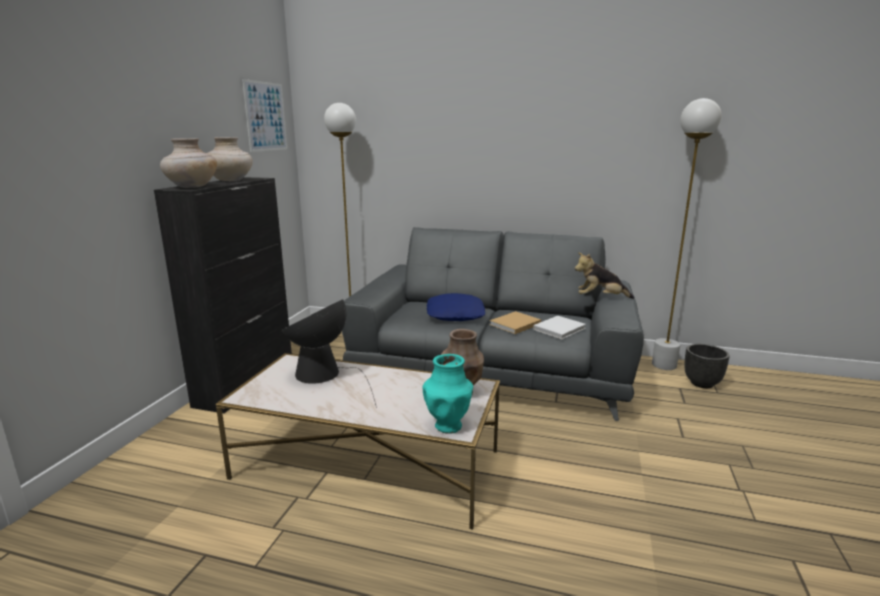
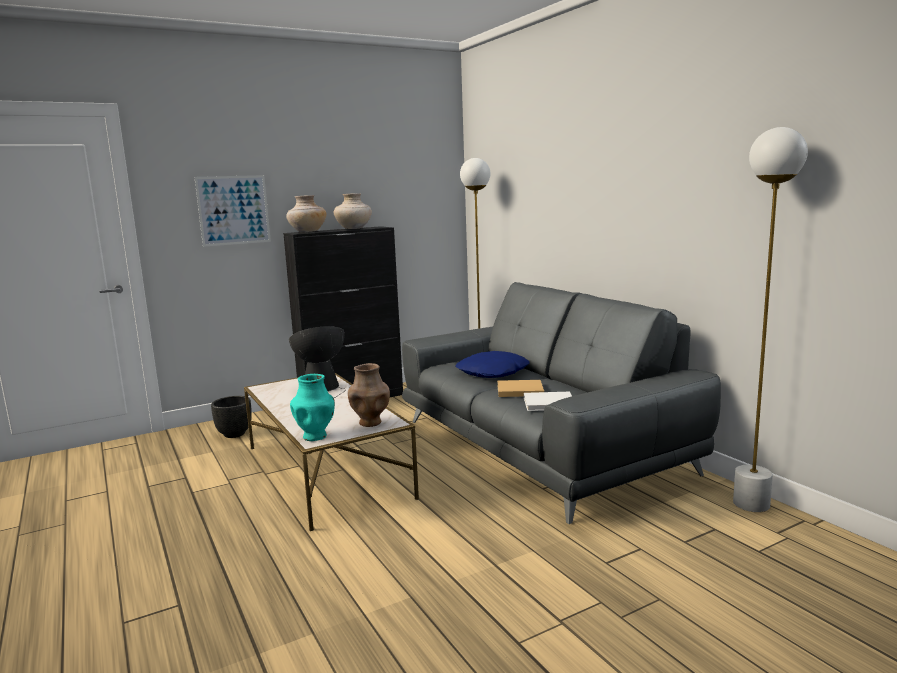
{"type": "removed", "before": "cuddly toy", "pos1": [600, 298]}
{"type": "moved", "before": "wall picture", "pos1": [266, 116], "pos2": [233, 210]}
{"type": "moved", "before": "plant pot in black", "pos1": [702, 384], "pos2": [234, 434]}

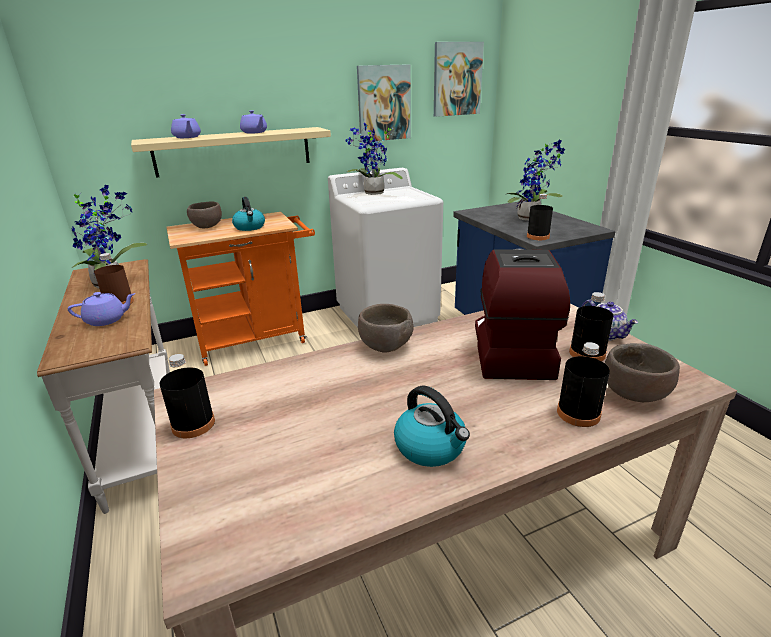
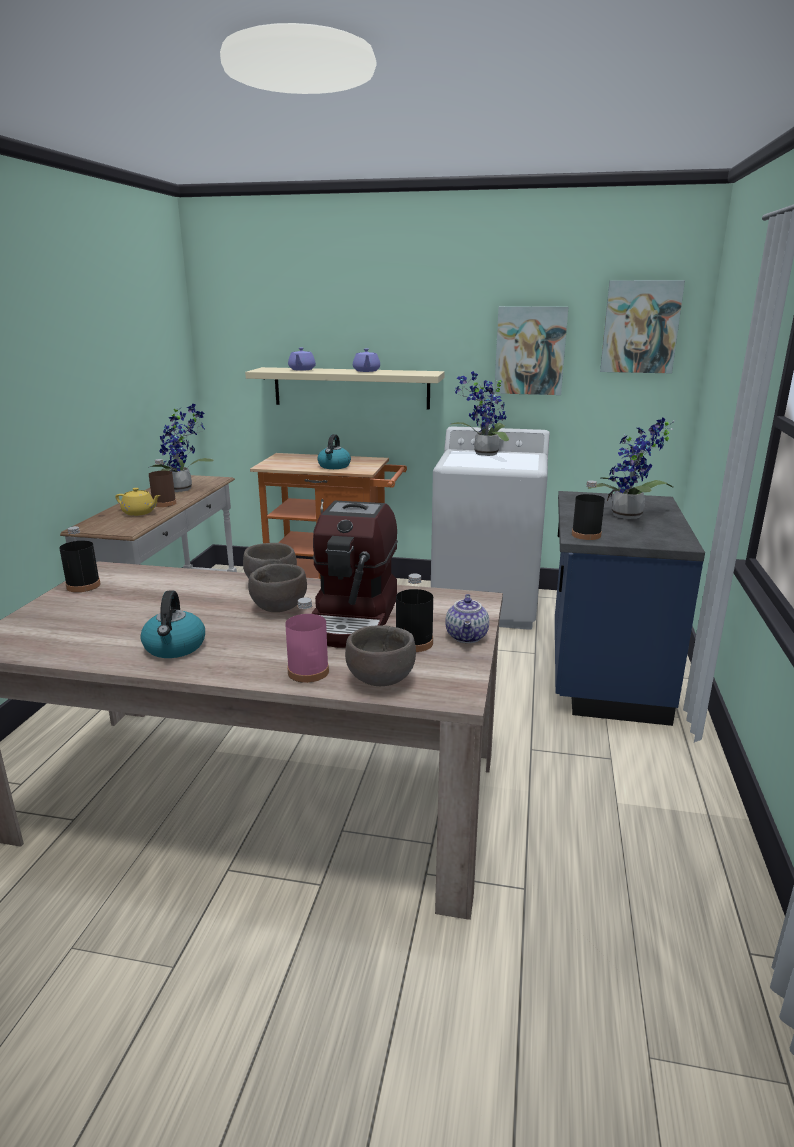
{"type": "moved", "before": "serving bowl in brown-coloured", "pos1": [207, 227], "pos2": [279, 608]}
{"type": "recoloured", "before": "tea pot in purplish", "after": "tea pot in yellowish", "pos1": [107, 320], "pos2": [139, 512]}
{"type": "recoloured", "before": "drink bottle in black", "after": "drink bottle in pinkish", "pos1": [578, 413], "pos2": [308, 672]}
{"type": "turned", "before": "coffee brewer", "pos1": [510, 351], "pos2": [354, 618], "turn": 150}

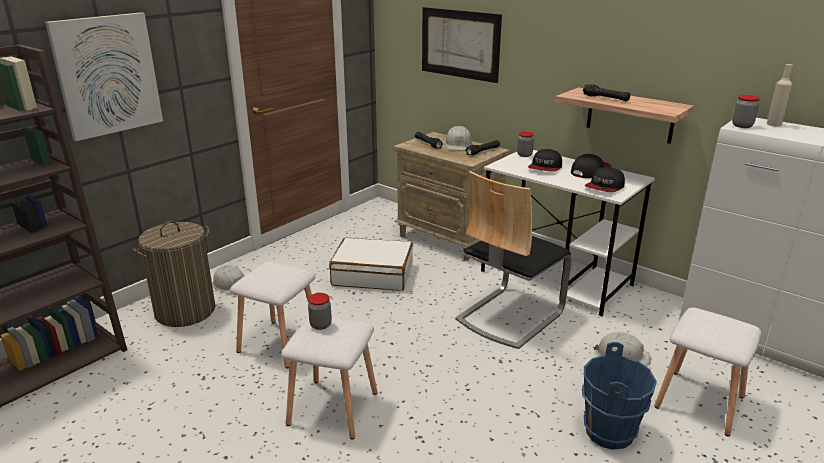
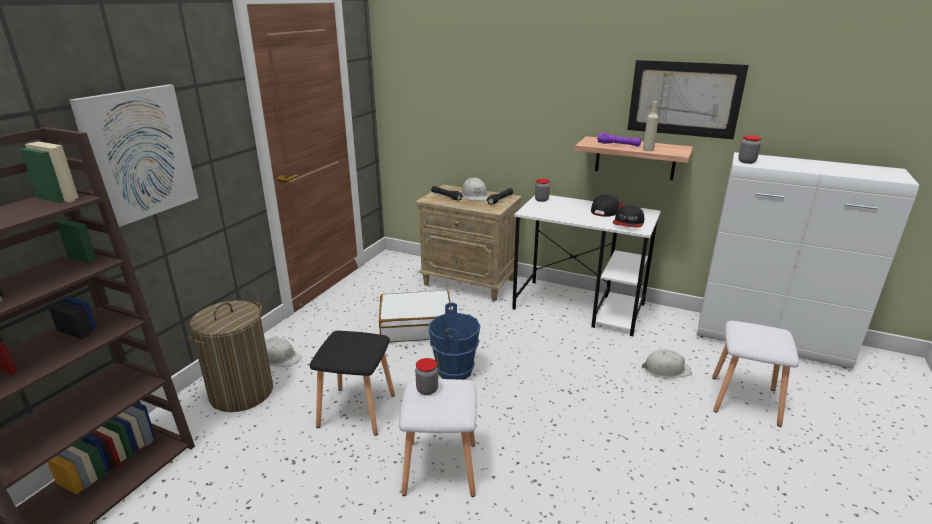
{"type": "removed", "before": "plain chair", "pos1": [509, 315]}
{"type": "removed", "before": "baseball cap", "pos1": [545, 167]}
{"type": "moved", "before": "wall picture", "pos1": [460, 44], "pos2": [684, 99]}
{"type": "moved", "before": "bucket in bluish", "pos1": [610, 432], "pos2": [455, 370]}
{"type": "moved", "before": "drink bottle in beige-coloured", "pos1": [774, 124], "pos2": [648, 150]}
{"type": "recoloured", "before": "stool in white", "after": "stool in black", "pos1": [281, 343], "pos2": [358, 410]}
{"type": "recoloured", "before": "torch in black", "after": "torch in purplish", "pos1": [605, 98], "pos2": [618, 145]}

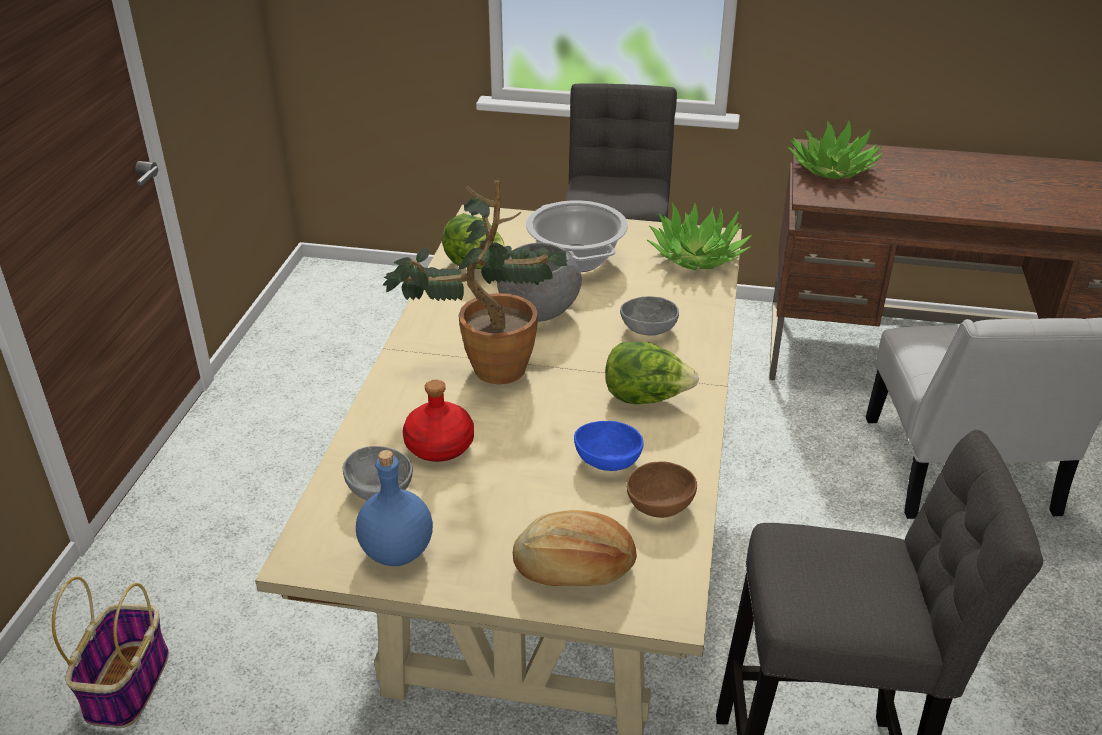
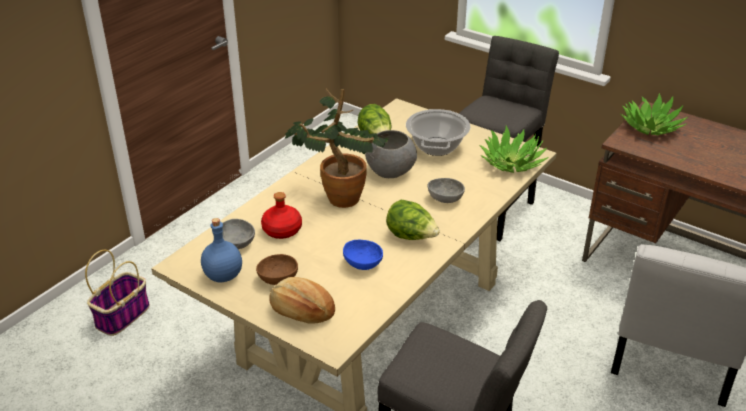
{"type": "moved", "before": "serving bowl in brown-coloured", "pos1": [658, 505], "pos2": [277, 278]}

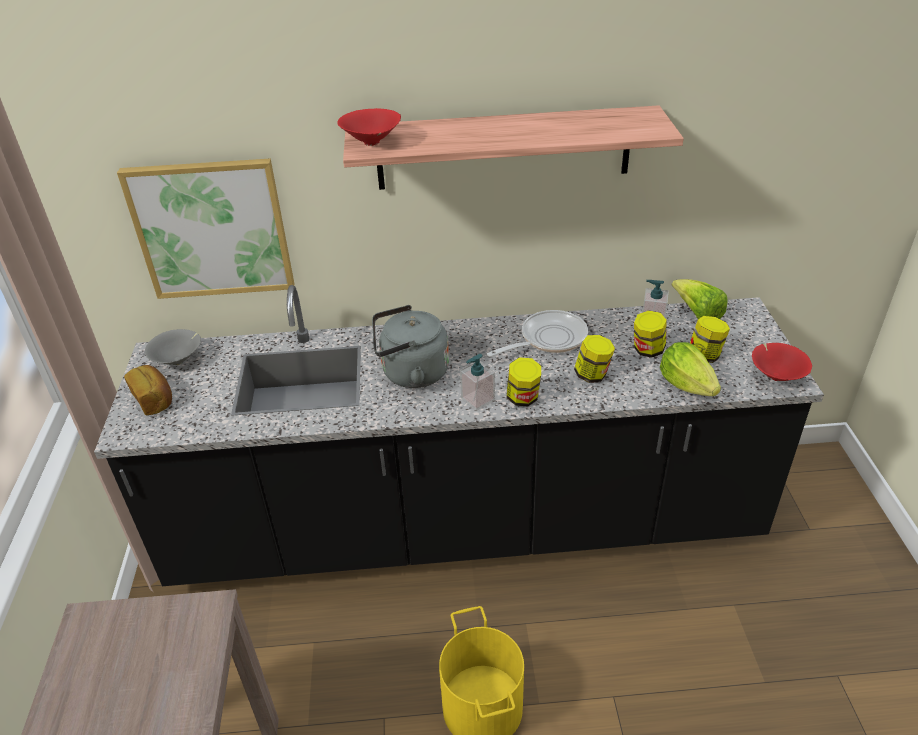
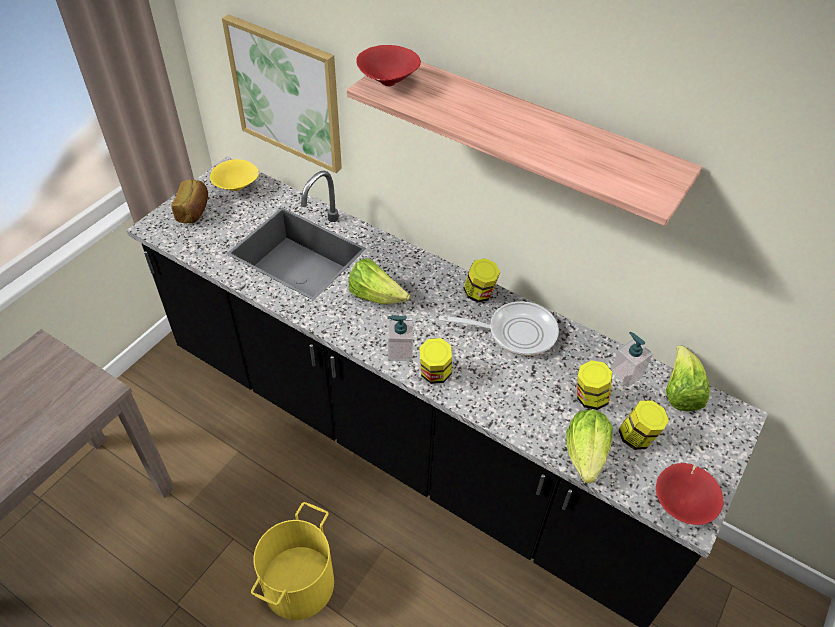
{"type": "moved", "before": "preserve jar", "pos1": [592, 375], "pos2": [479, 294]}
{"type": "replaced", "before": "tea kettle in greyish", "after": "lettuce", "pos1": [411, 373], "pos2": [376, 296]}
{"type": "recoloured", "before": "serving bowl in greyish", "after": "serving bowl in yellowish", "pos1": [179, 360], "pos2": [237, 187]}

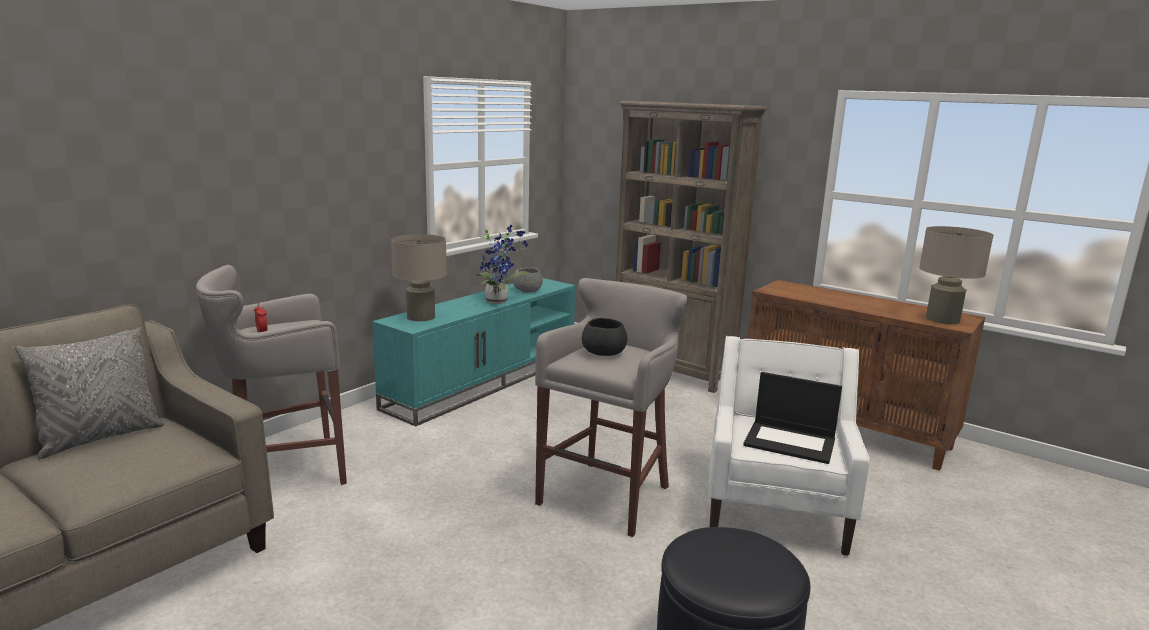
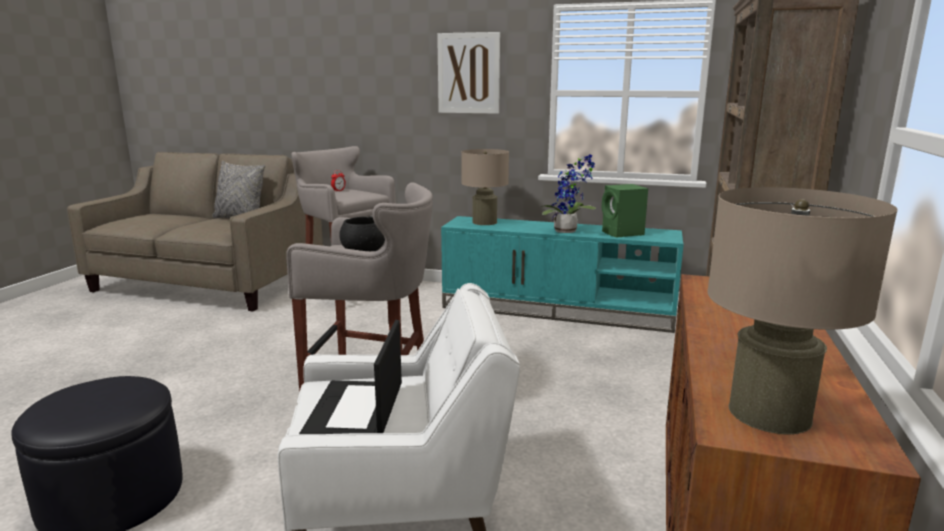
{"type": "added", "after": "wall picture", "pos2": [468, 73]}
{"type": "replaced", "before": "serving bowl in greyish", "after": "loudspeaker in green-coloured", "pos1": [527, 290], "pos2": [623, 233]}

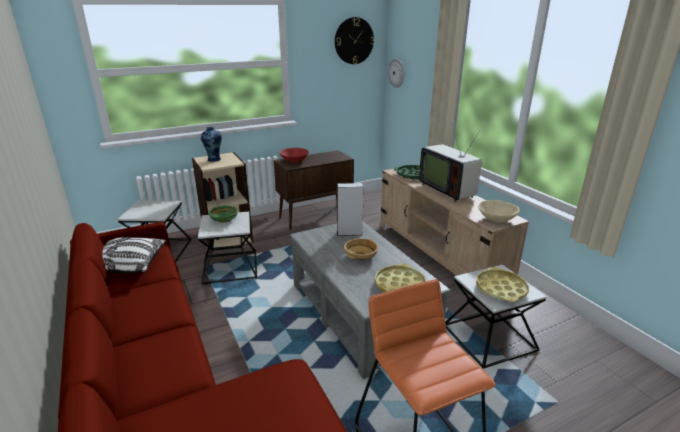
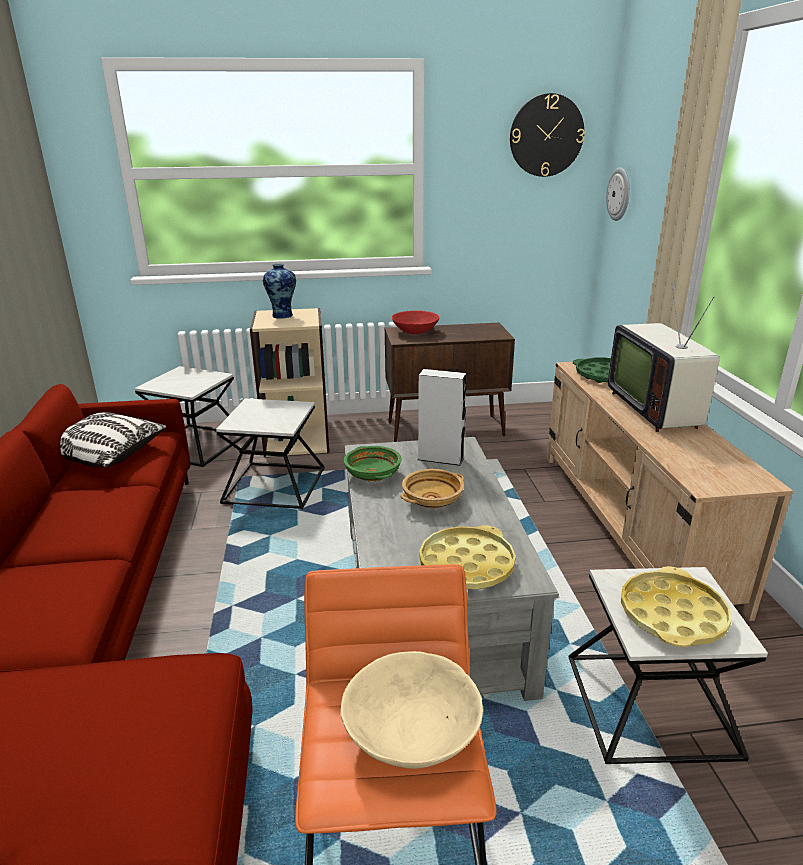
{"type": "moved", "before": "serving bowl in green-coloured", "pos1": [224, 219], "pos2": [373, 475]}
{"type": "moved", "before": "serving bowl in beige-coloured", "pos1": [496, 219], "pos2": [412, 733]}

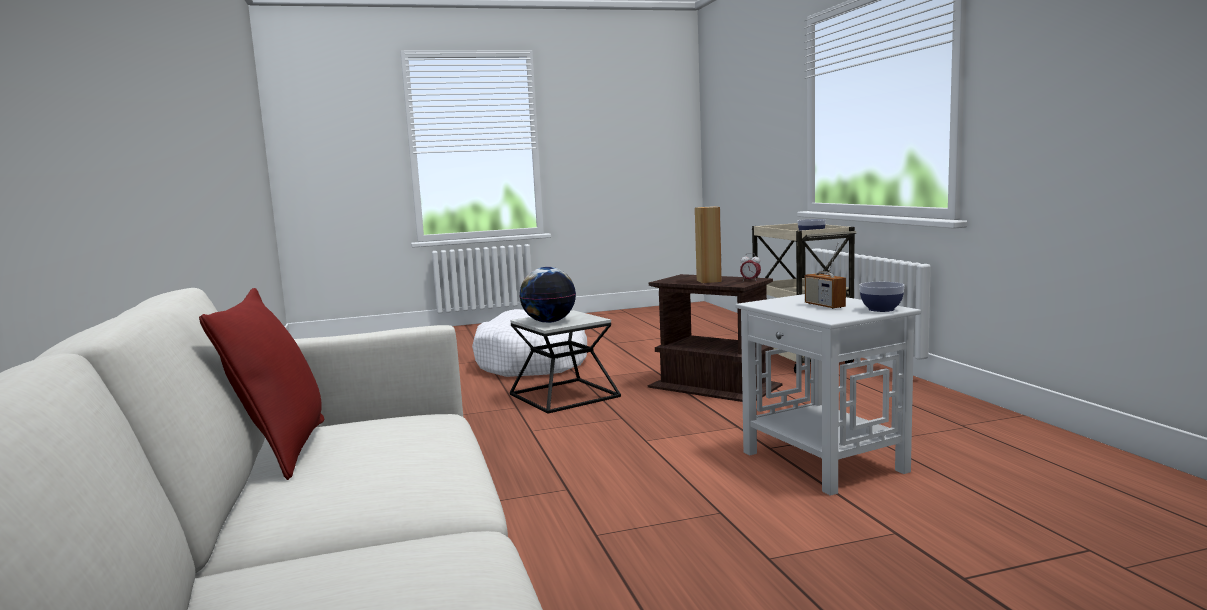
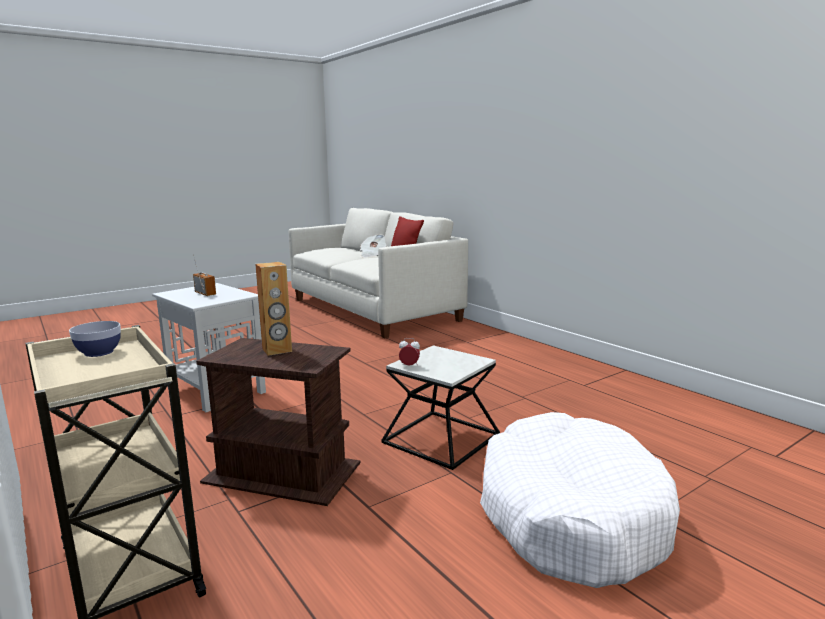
{"type": "removed", "before": "desk globe", "pos1": [549, 322]}
{"type": "removed", "before": "serving bowl", "pos1": [881, 309]}
{"type": "added", "after": "newspaper", "pos2": [374, 255]}
{"type": "moved", "before": "bedside clock", "pos1": [750, 281], "pos2": [409, 366]}

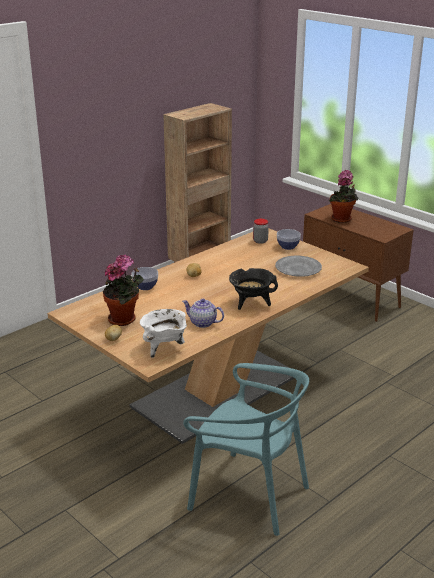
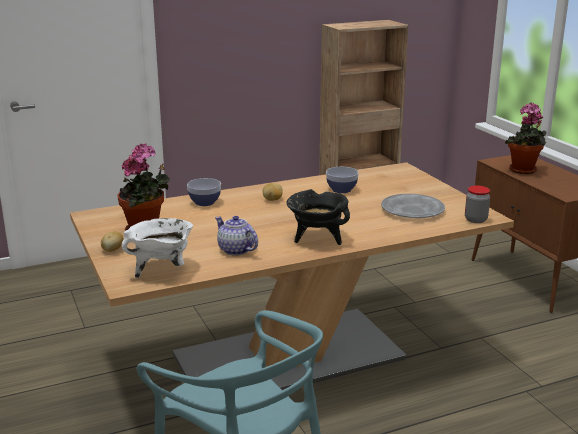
{"type": "moved", "before": "preserve jar", "pos1": [260, 241], "pos2": [475, 220]}
{"type": "moved", "before": "serving bowl", "pos1": [288, 246], "pos2": [341, 190]}

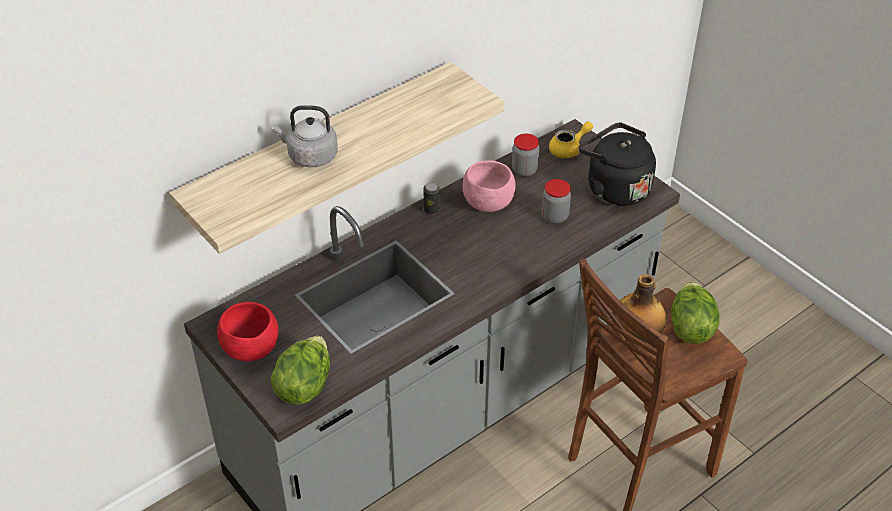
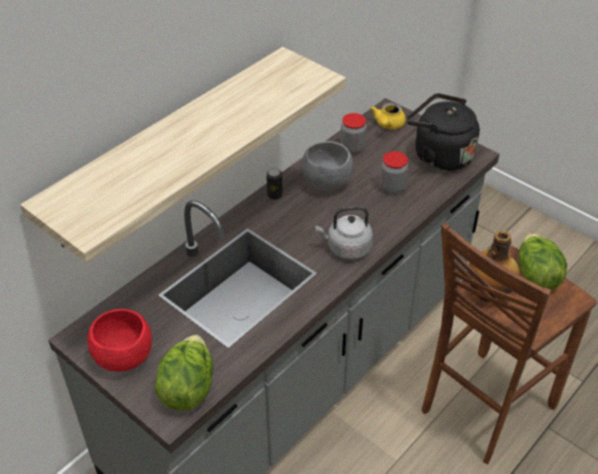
{"type": "moved", "before": "tea kettle in greyish", "pos1": [310, 156], "pos2": [346, 248]}
{"type": "recoloured", "before": "serving bowl in pinkish", "after": "serving bowl in greyish", "pos1": [488, 204], "pos2": [326, 183]}
{"type": "turned", "before": "tea pot in yellowish", "pos1": [569, 149], "pos2": [388, 125], "turn": 150}

